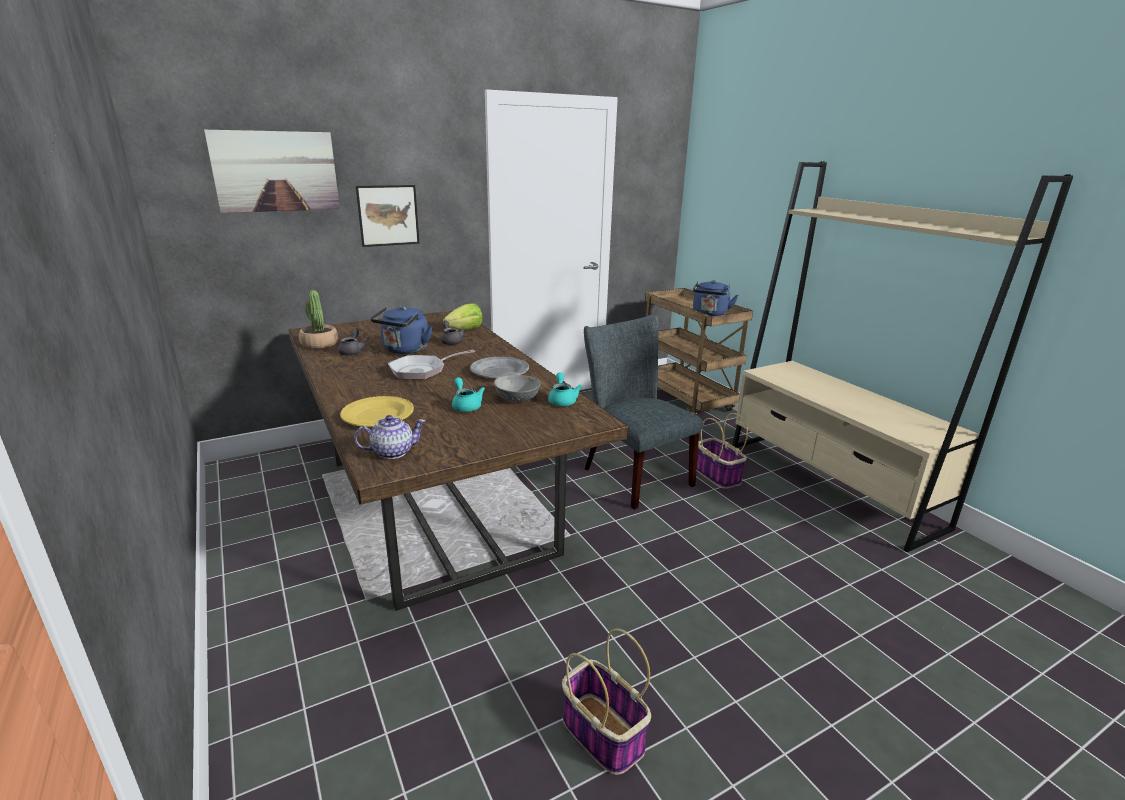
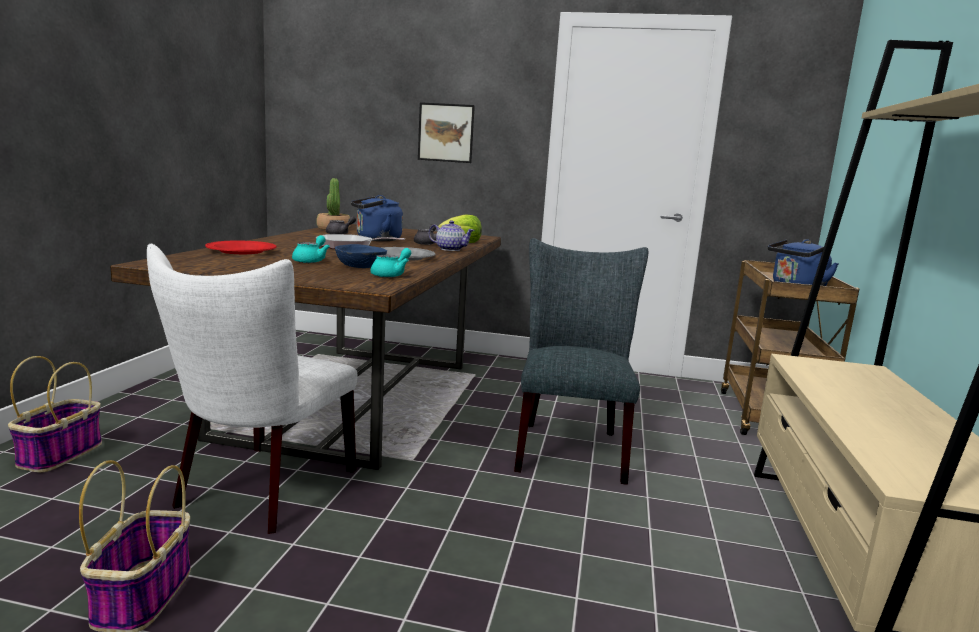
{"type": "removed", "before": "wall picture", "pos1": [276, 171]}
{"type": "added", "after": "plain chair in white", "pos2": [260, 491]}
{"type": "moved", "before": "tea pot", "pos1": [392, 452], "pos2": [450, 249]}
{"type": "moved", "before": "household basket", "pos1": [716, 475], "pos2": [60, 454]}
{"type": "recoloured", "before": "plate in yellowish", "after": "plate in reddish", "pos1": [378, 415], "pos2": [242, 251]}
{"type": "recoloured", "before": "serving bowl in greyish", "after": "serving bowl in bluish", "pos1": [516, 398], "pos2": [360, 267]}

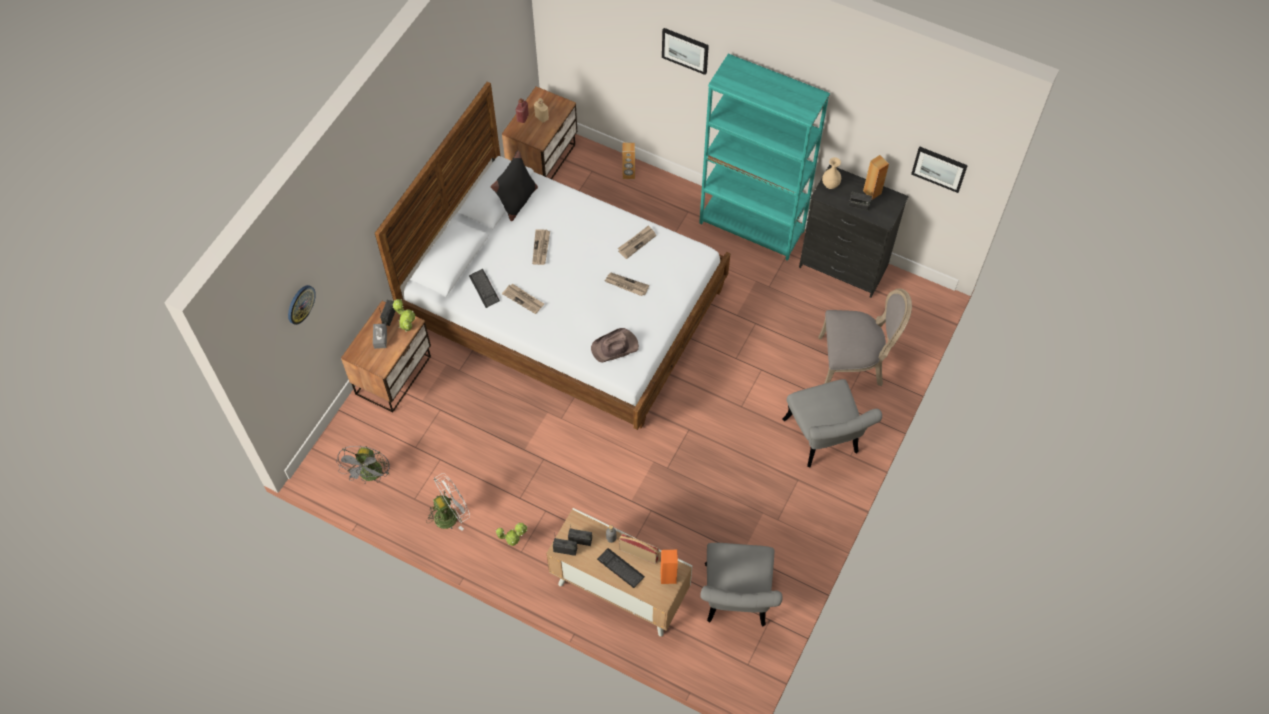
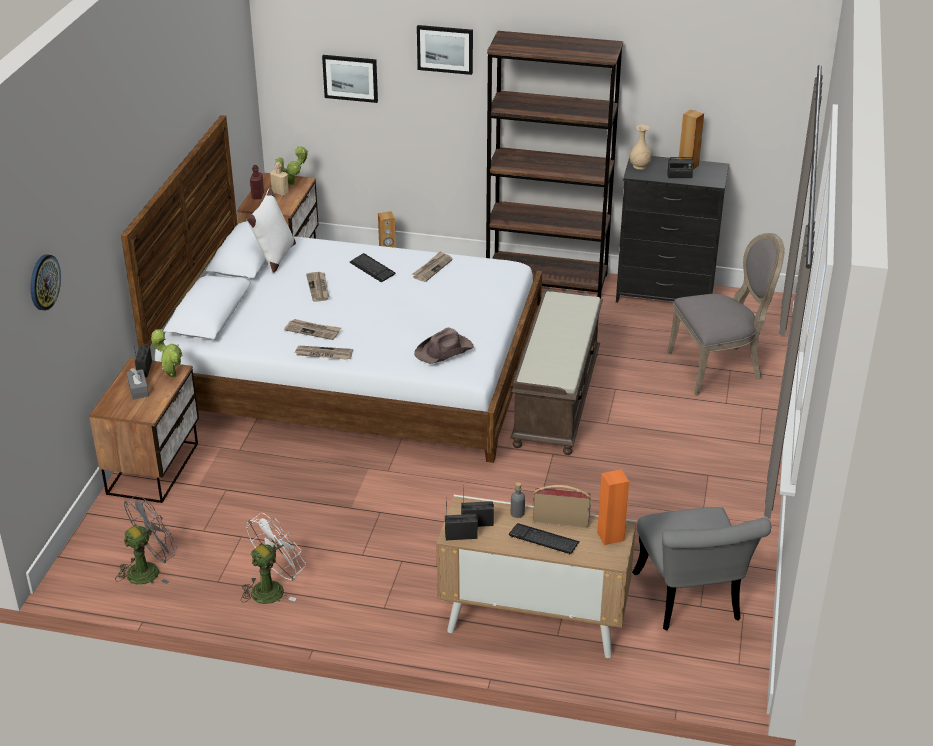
{"type": "removed", "before": "plain chair in greyish", "pos1": [824, 441]}
{"type": "added", "after": "long seat in brown-coloured", "pos2": [555, 398]}
{"type": "moved", "before": "PC keyboard", "pos1": [484, 289], "pos2": [372, 269]}
{"type": "moved", "before": "plant in a pot", "pos1": [513, 542], "pos2": [293, 184]}
{"type": "moved", "before": "newspaper", "pos1": [626, 285], "pos2": [323, 354]}
{"type": "moved", "before": "wall picture", "pos1": [939, 168], "pos2": [350, 78]}
{"type": "recoloured", "before": "pillow in black", "after": "pillow in white", "pos1": [517, 202], "pos2": [274, 257]}
{"type": "recoloured", "before": "bookcase in blue-green", "after": "bookcase in brown-coloured", "pos1": [752, 227], "pos2": [547, 280]}
{"type": "turned", "before": "fan in greyish", "pos1": [370, 476], "pos2": [149, 569], "turn": -120}

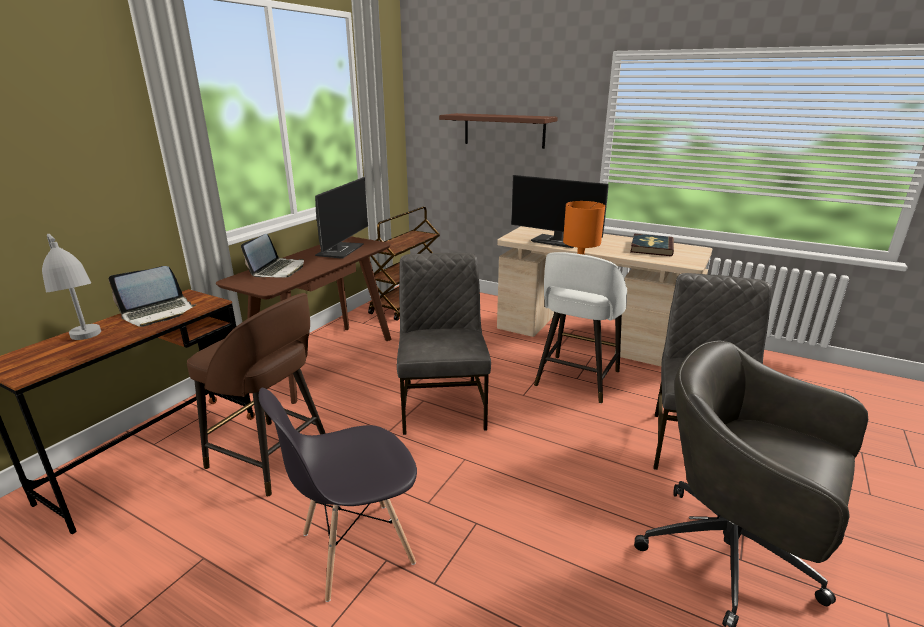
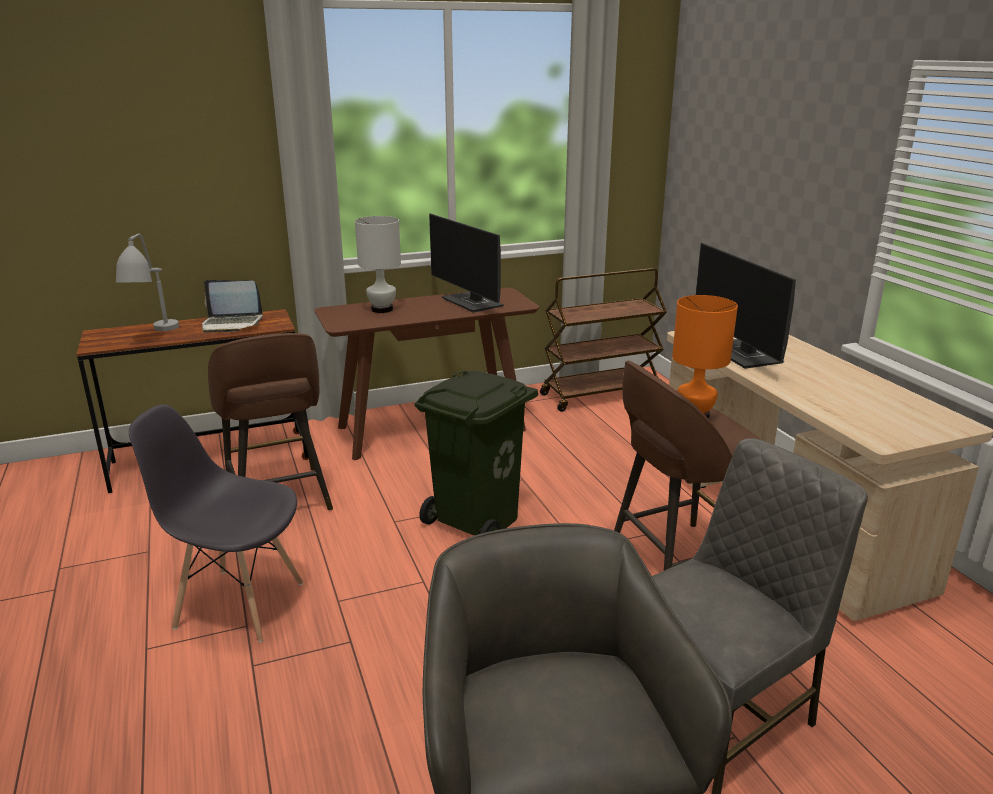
{"type": "removed", "before": "shelf in brown-coloured", "pos1": [504, 130]}
{"type": "removed", "before": "book", "pos1": [651, 247]}
{"type": "replaced", "before": "notebook computer", "after": "lamp for a table in white", "pos1": [278, 270], "pos2": [382, 309]}
{"type": "replaced", "before": "plain chair in greyish", "after": "waste bin in green-coloured", "pos1": [443, 405], "pos2": [478, 521]}
{"type": "recoloured", "before": "stool in white", "after": "stool in brown-coloured", "pos1": [576, 379], "pos2": [675, 562]}
{"type": "turned", "before": "monitor", "pos1": [340, 250], "pos2": [473, 303], "turn": 90}

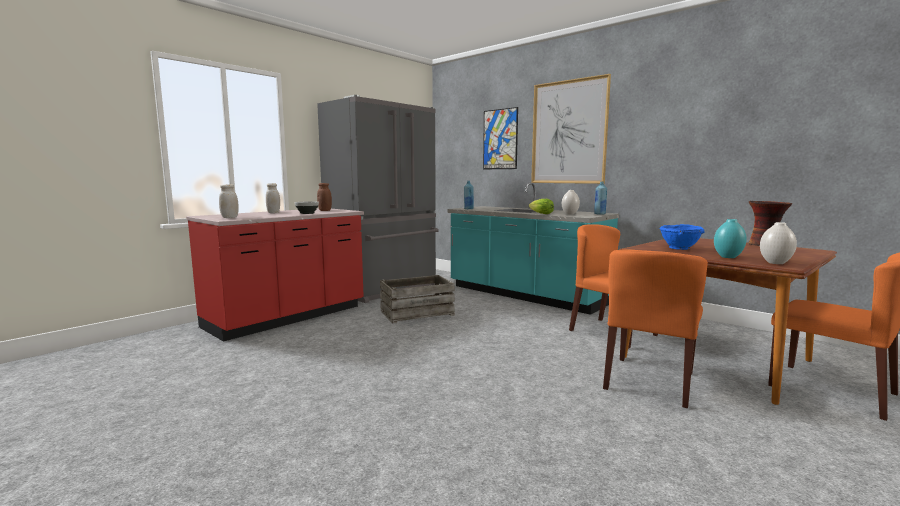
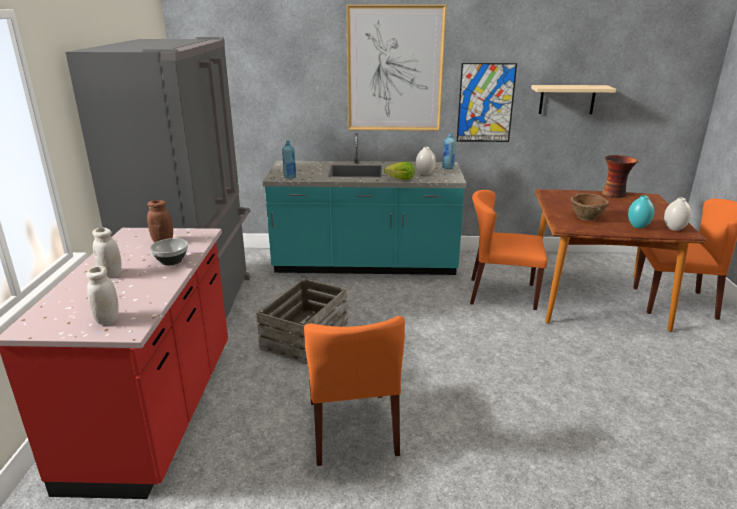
{"type": "added", "after": "shelf in beige-coloured", "pos2": [567, 99]}
{"type": "moved", "before": "wall picture", "pos1": [500, 139], "pos2": [485, 103]}
{"type": "moved", "before": "plain chair in orange", "pos1": [650, 381], "pos2": [353, 428]}
{"type": "recoloured", "before": "serving bowl in bluish", "after": "serving bowl in brown-coloured", "pos1": [679, 248], "pos2": [586, 218]}

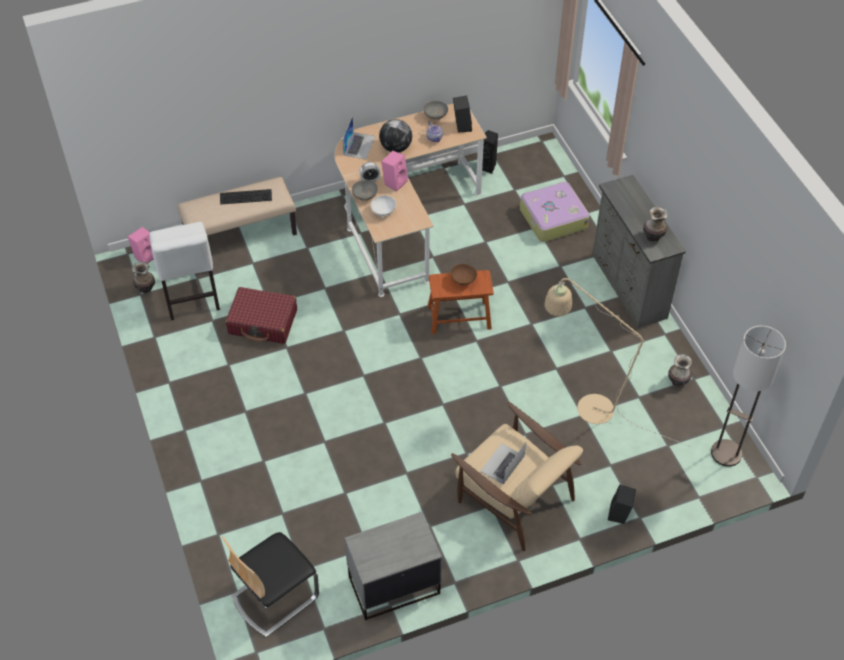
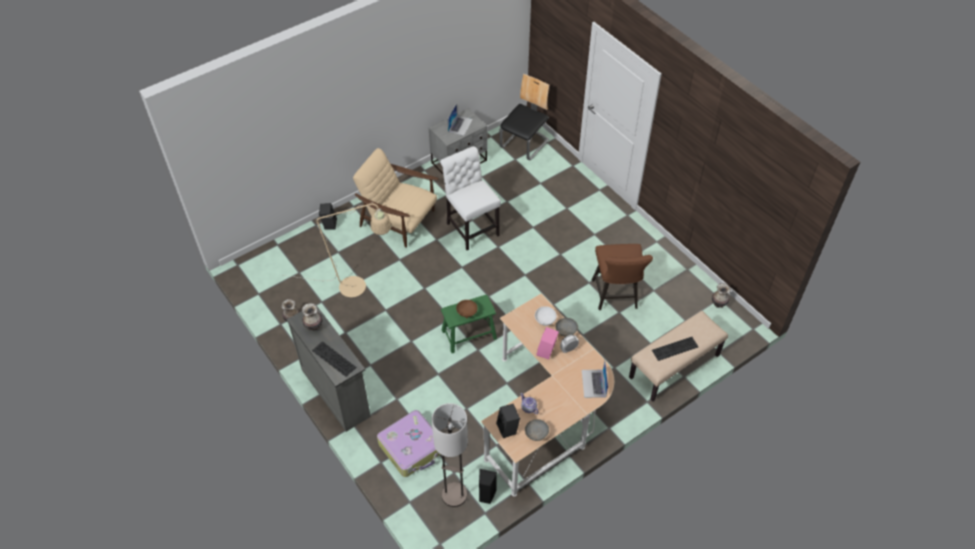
{"type": "removed", "before": "loudspeaker in pinkish", "pos1": [145, 256]}
{"type": "removed", "before": "desk globe", "pos1": [395, 148]}
{"type": "added", "after": "PC keyboard", "pos2": [333, 359]}
{"type": "moved", "before": "plain chair in white", "pos1": [191, 298], "pos2": [471, 227]}
{"type": "moved", "before": "notebook computer", "pos1": [502, 464], "pos2": [460, 125]}
{"type": "moved", "before": "floor lamp", "pos1": [726, 453], "pos2": [454, 495]}
{"type": "replaced", "before": "suitcase in reddish", "after": "plain chair in brown-coloured", "pos1": [263, 322], "pos2": [615, 297]}
{"type": "recoloured", "before": "stool in brown-coloured", "after": "stool in green-coloured", "pos1": [459, 317], "pos2": [469, 334]}

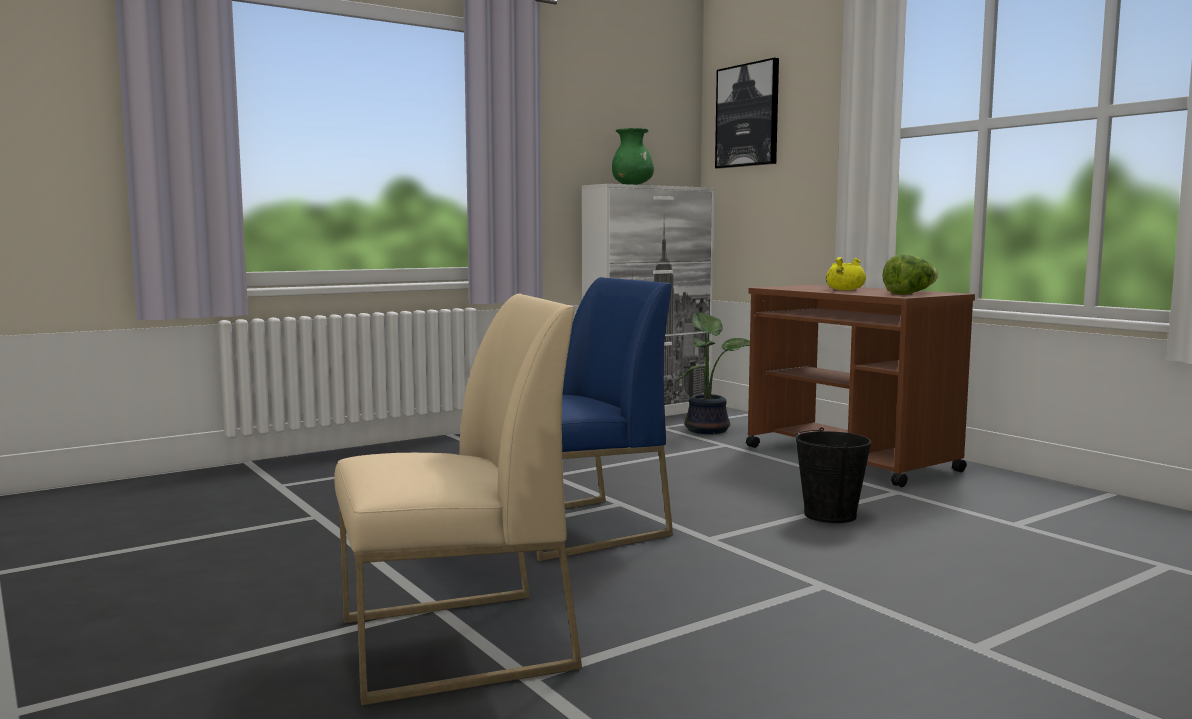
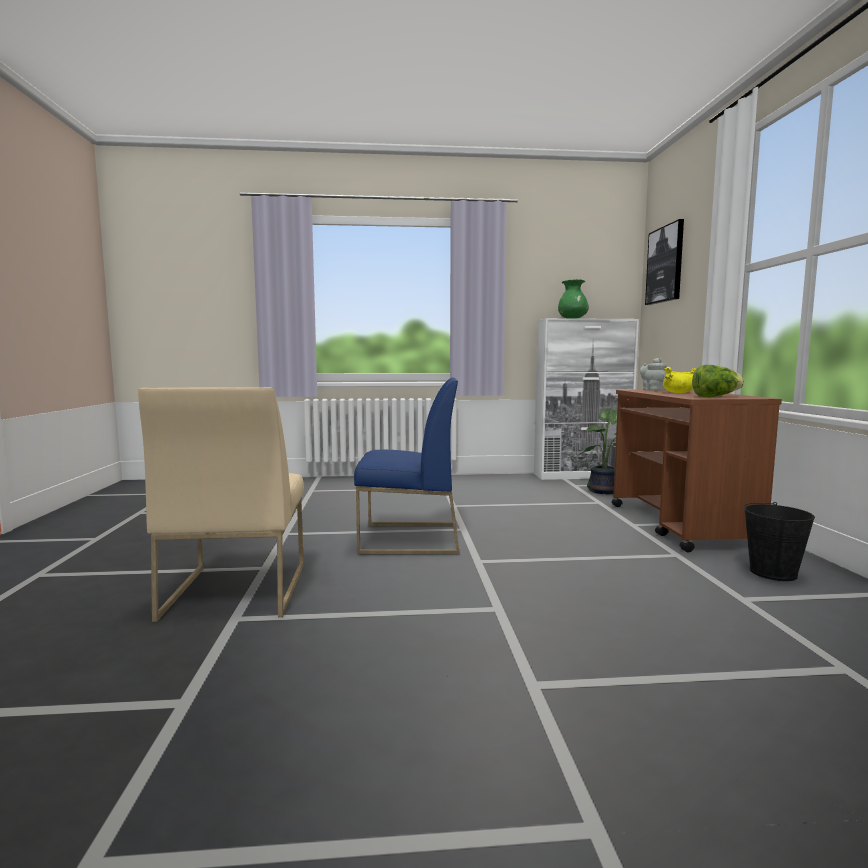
{"type": "added", "after": "tea pot in greyish", "pos2": [652, 390]}
{"type": "moved", "before": "bucket in black", "pos1": [830, 515], "pos2": [773, 573]}
{"type": "turned", "before": "plain chair in beige-coloured", "pos1": [453, 645], "pos2": [235, 590], "turn": 75}

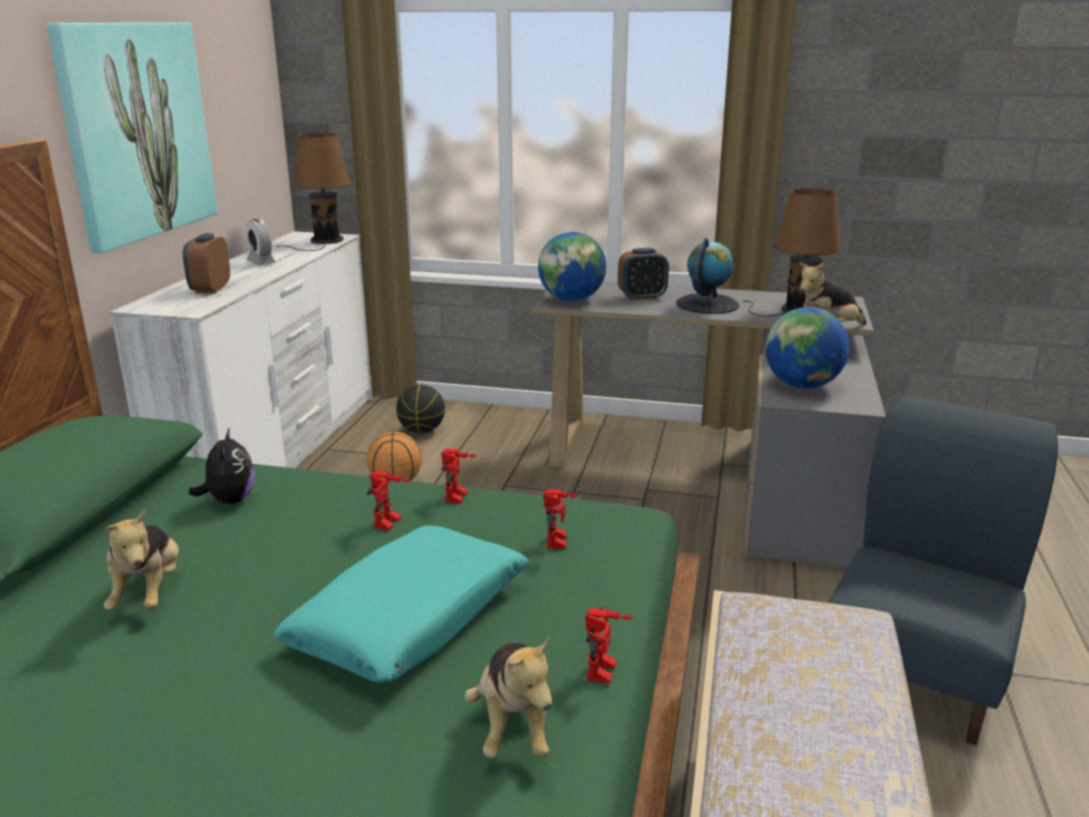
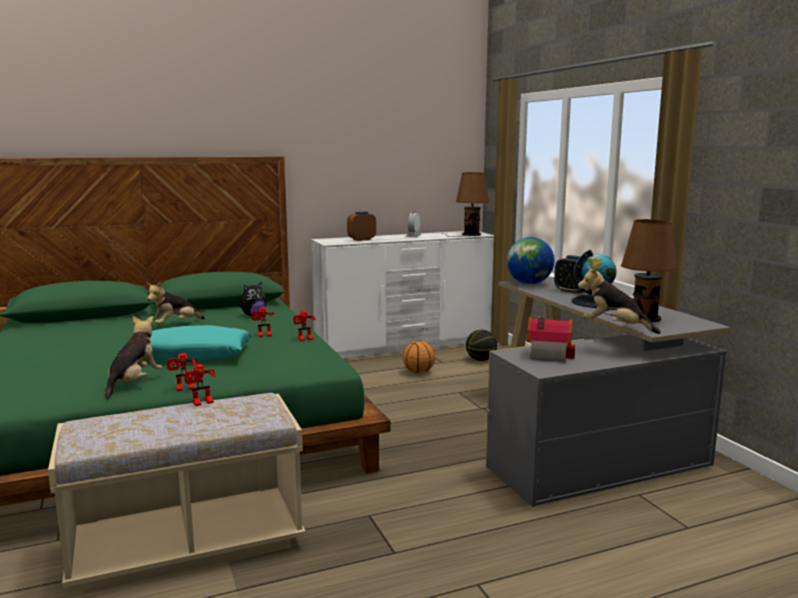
{"type": "removed", "before": "wall picture", "pos1": [136, 131]}
{"type": "removed", "before": "plain chair in bluish", "pos1": [916, 673]}
{"type": "moved", "before": "model robot", "pos1": [561, 542], "pos2": [202, 403]}
{"type": "replaced", "before": "desk globe", "after": "model house", "pos1": [802, 386], "pos2": [547, 354]}
{"type": "turned", "before": "cuddly toy", "pos1": [513, 726], "pos2": [134, 383], "turn": 150}

